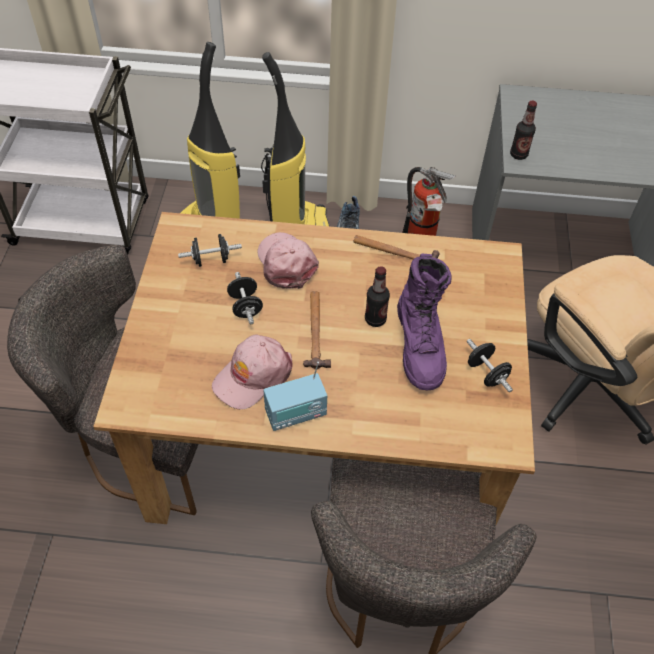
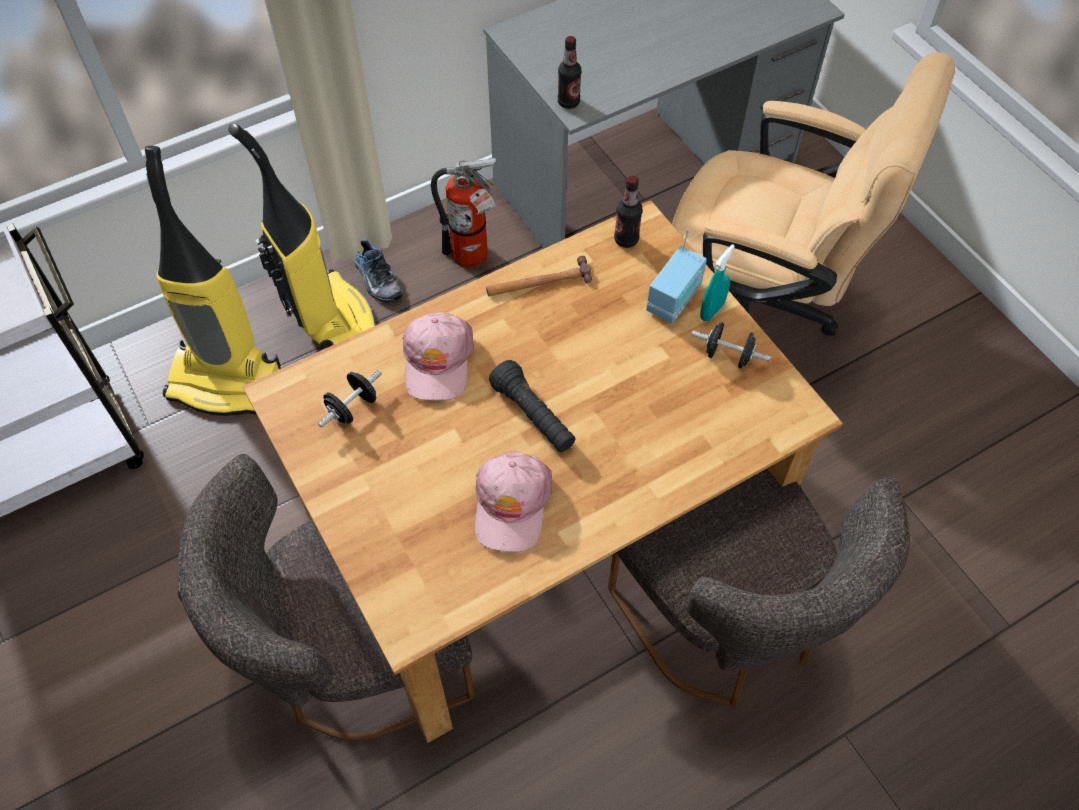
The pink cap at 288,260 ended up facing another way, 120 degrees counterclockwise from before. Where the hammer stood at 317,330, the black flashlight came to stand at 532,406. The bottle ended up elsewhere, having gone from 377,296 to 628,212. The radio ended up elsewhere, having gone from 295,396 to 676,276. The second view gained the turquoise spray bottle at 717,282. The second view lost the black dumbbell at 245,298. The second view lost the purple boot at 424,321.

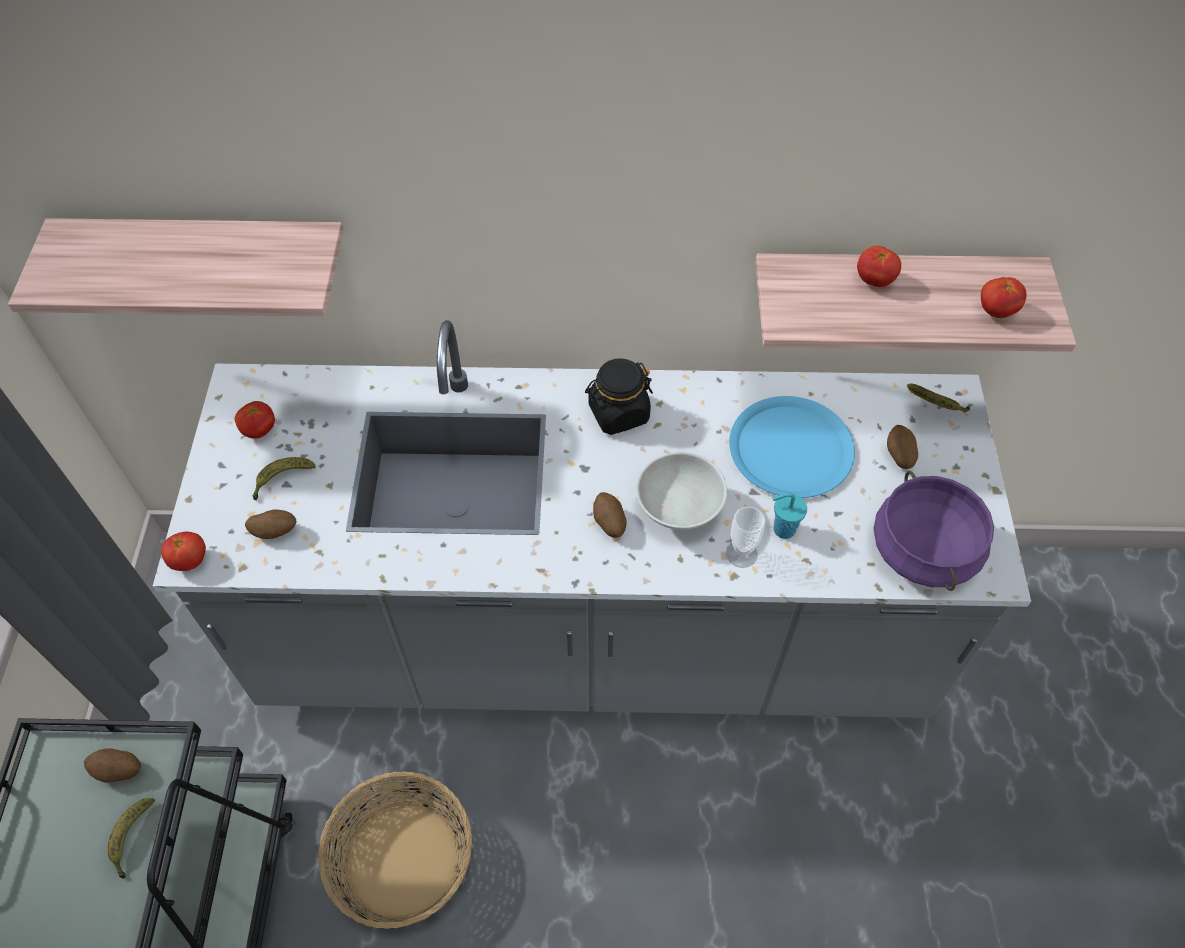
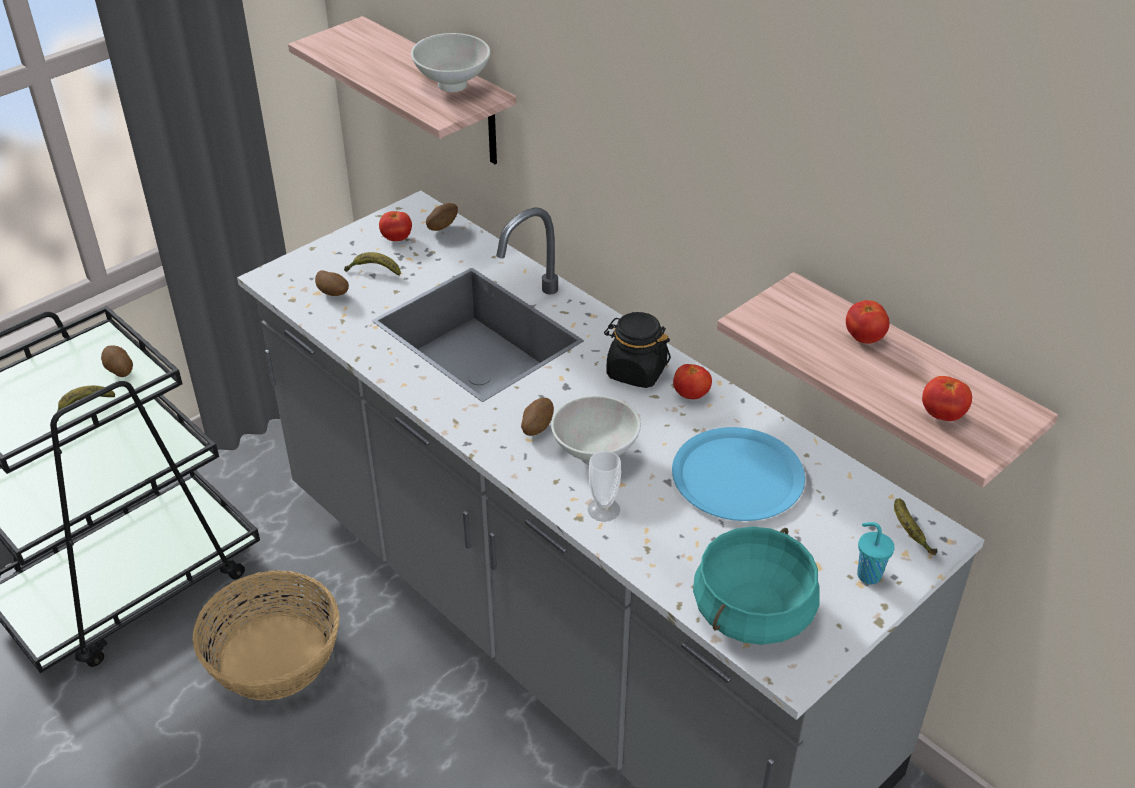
The second view gained the white bowl at 450,62. The potato ended up elsewhere, having gone from 902,447 to 442,217. The tomato ended up elsewhere, having gone from 183,551 to 692,381. What was the purple cooking pot at 933,531 turned into the turquoise cooking pot at 756,585. The turquoise cup ended up elsewhere, having gone from 790,516 to 876,553.

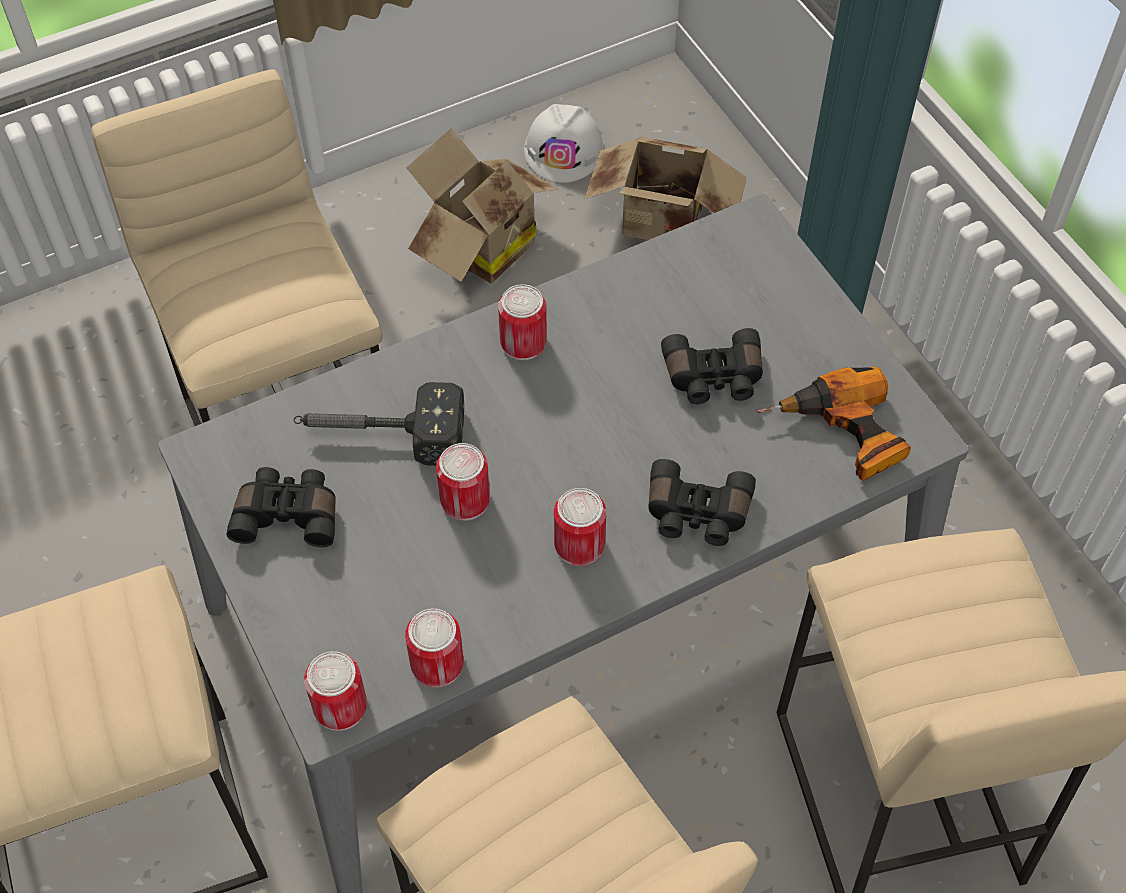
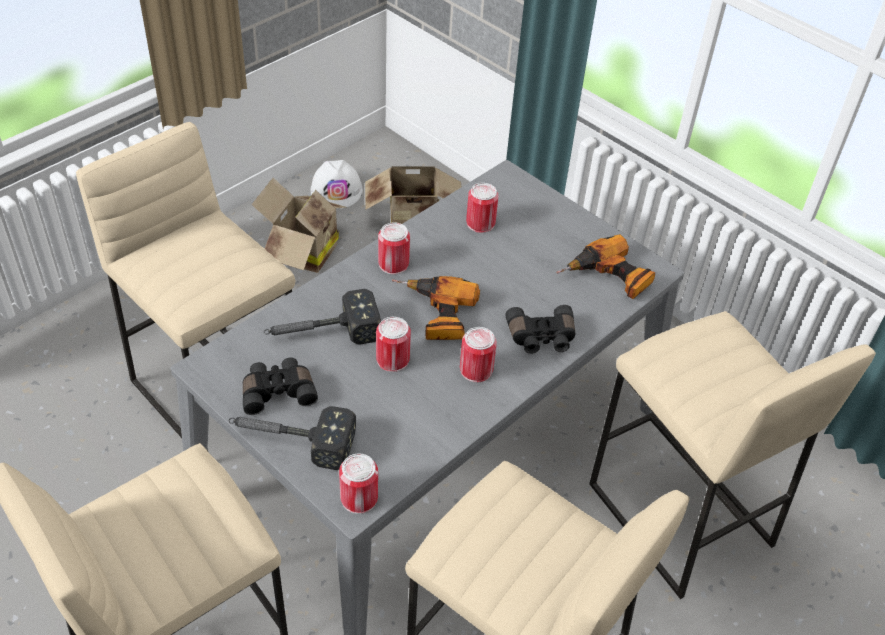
The second view gained the hammer at 292,438. The second view gained the power drill at 436,308. The can ended up elsewhere, having gone from 434,648 to 482,208. The second view lost the black binoculars at 712,366.

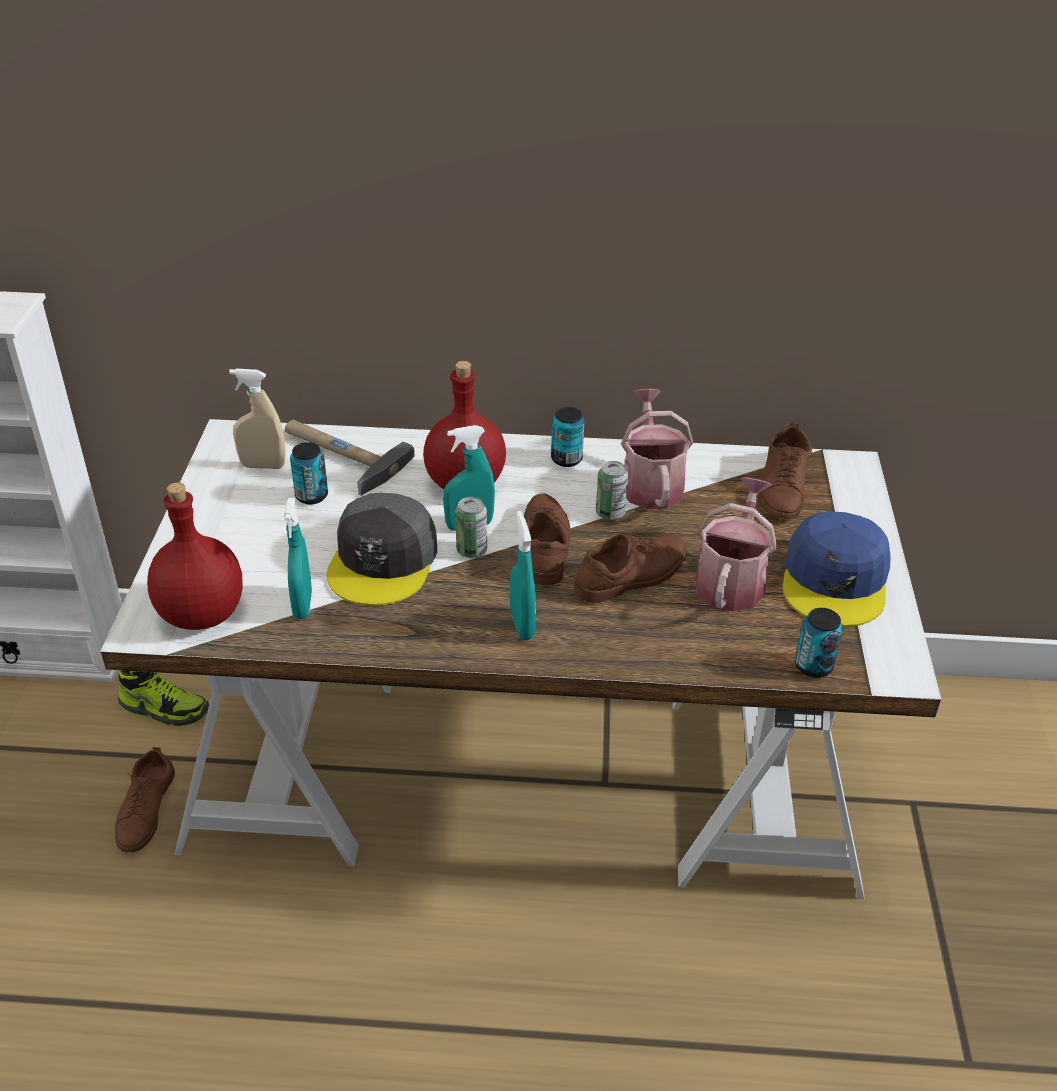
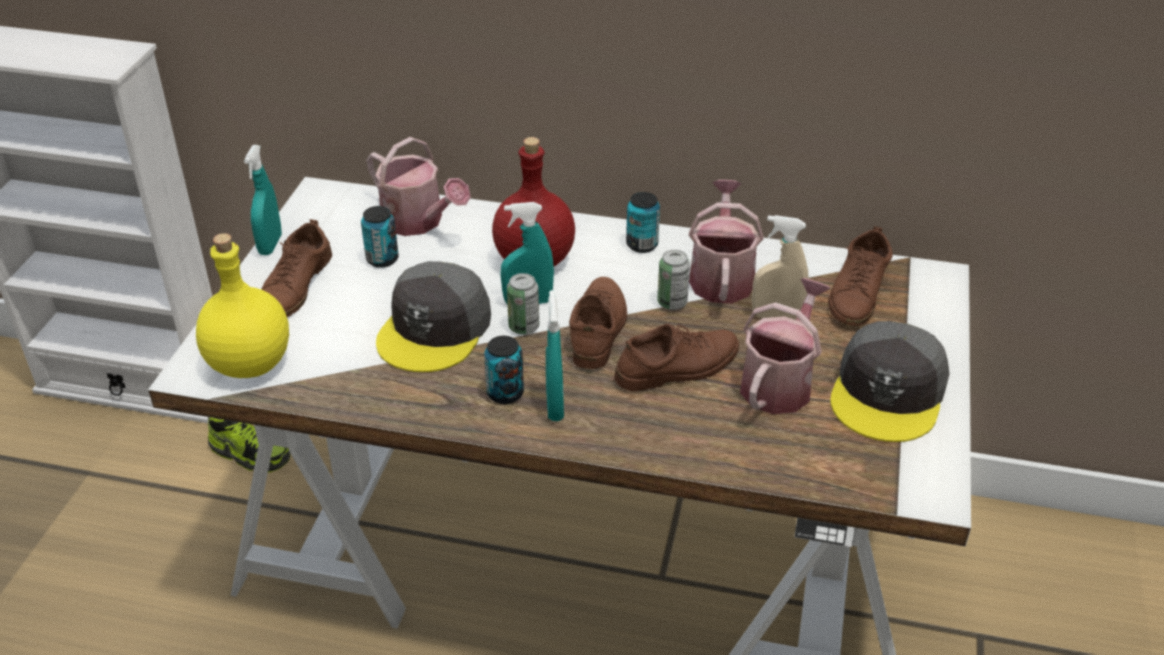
What was the red bottle at 195,556 turned into the yellow bottle at 242,305. The turquoise spray bottle ended up elsewhere, having gone from 298,558 to 263,200. The brown shoe ended up elsewhere, having gone from 145,799 to 296,268. Where the hammer stood at 350,458, the watering can came to stand at 418,186. The can ended up elsewhere, having gone from 819,643 to 504,370. The beige spray bottle ended up elsewhere, having gone from 257,418 to 780,267. What was the blue cap at 836,569 turned into the grey cap at 890,381.

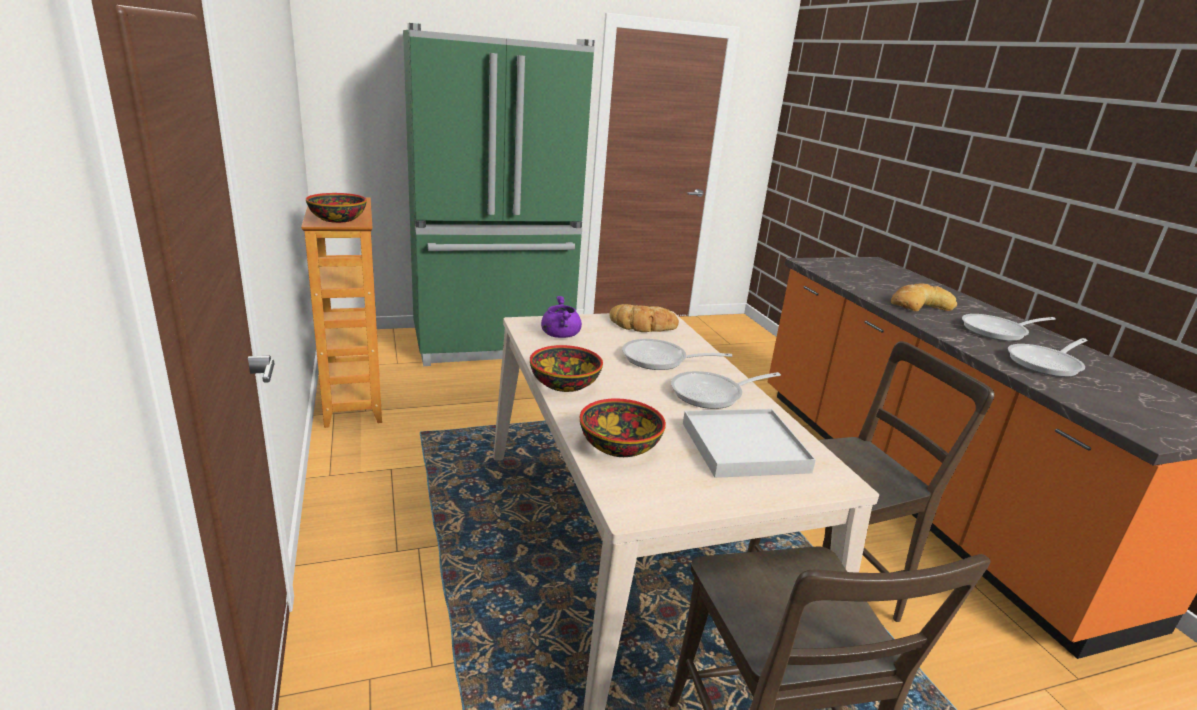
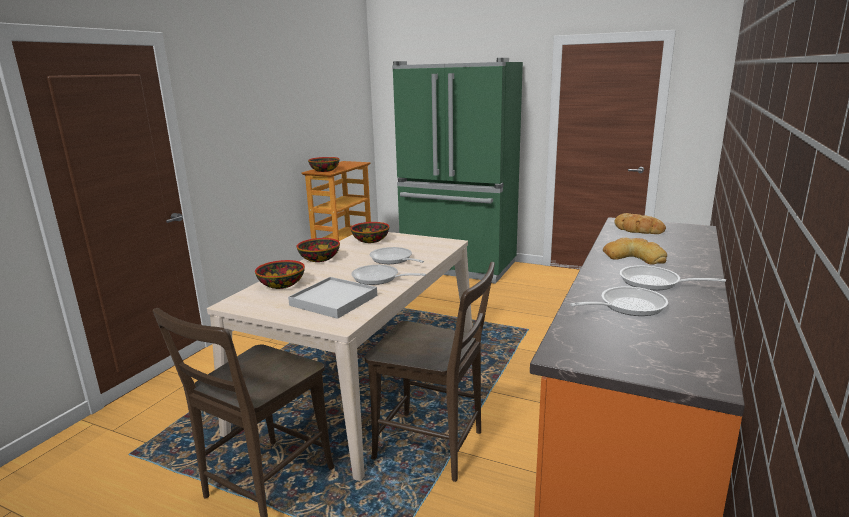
Where the purple cooking pot stood at 561,317, the bowl came to stand at 370,232. The frying pan at 1048,357 ended up facing another way, 150 degrees clockwise from before. The bread ended up elsewhere, having gone from 644,318 to 640,223.

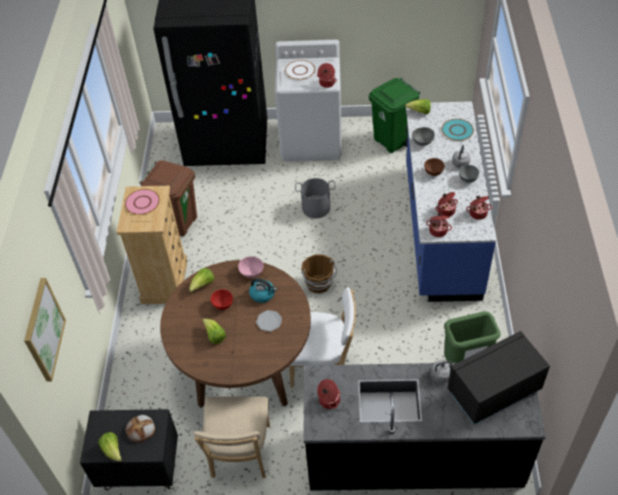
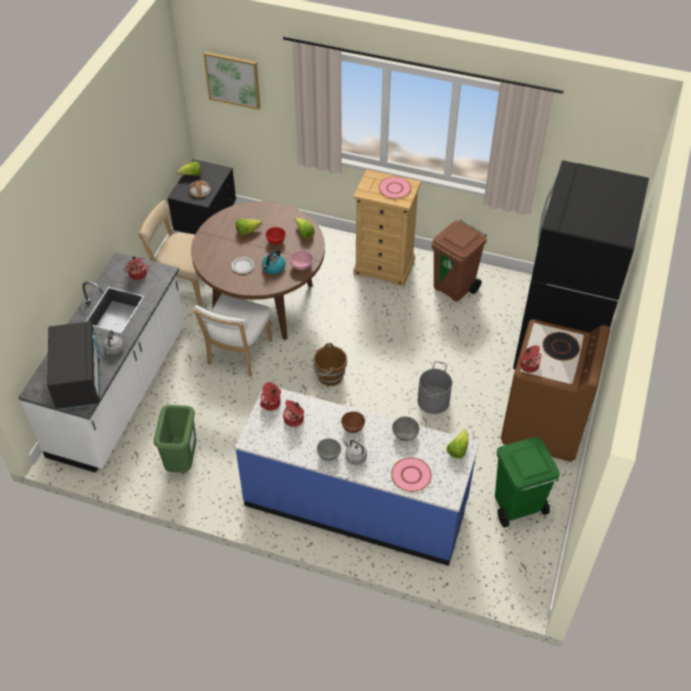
What was the black counter at 424,427 turned into the white counter at 101,362. What was the turquoise plate at 458,130 turned into the pink plate at 411,474. What was the white washing machine at 308,101 turned into the brown washing machine at 555,390. What was the white plate at 300,70 turned into the black plate at 561,346. The second view lost the cooking pot at 479,208.

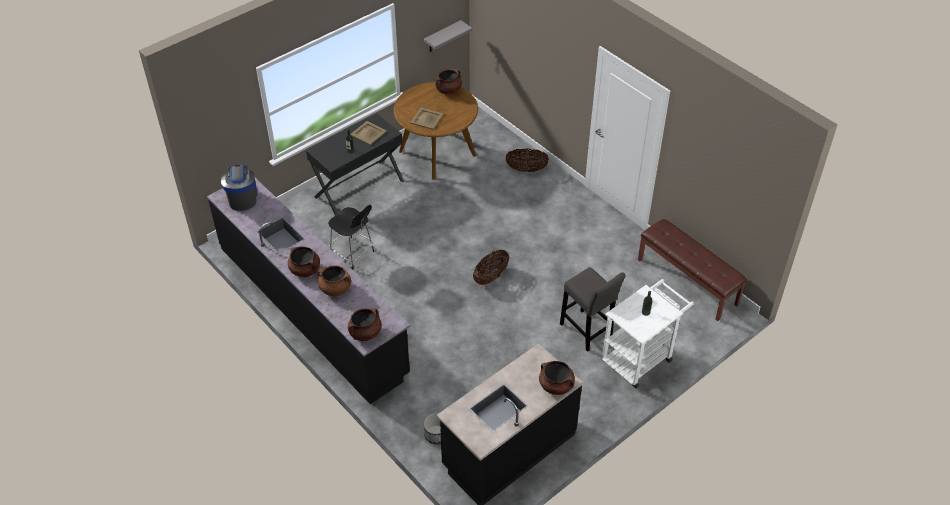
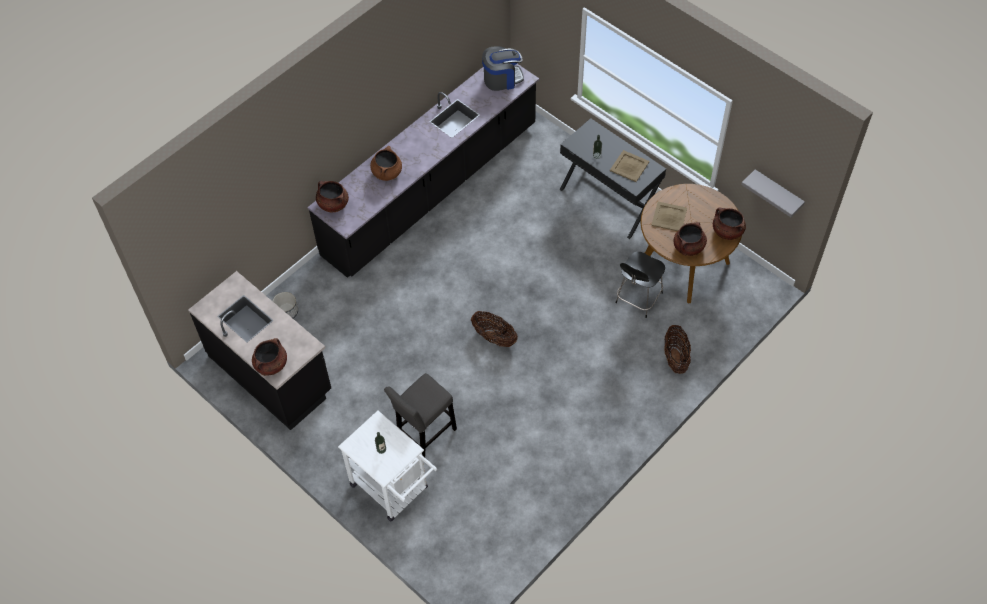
The black chair ended up elsewhere, having gone from 351,237 to 640,285. The brown cooking pot ended up elsewhere, having gone from 304,261 to 690,239. The second view lost the brown bench at 692,270.

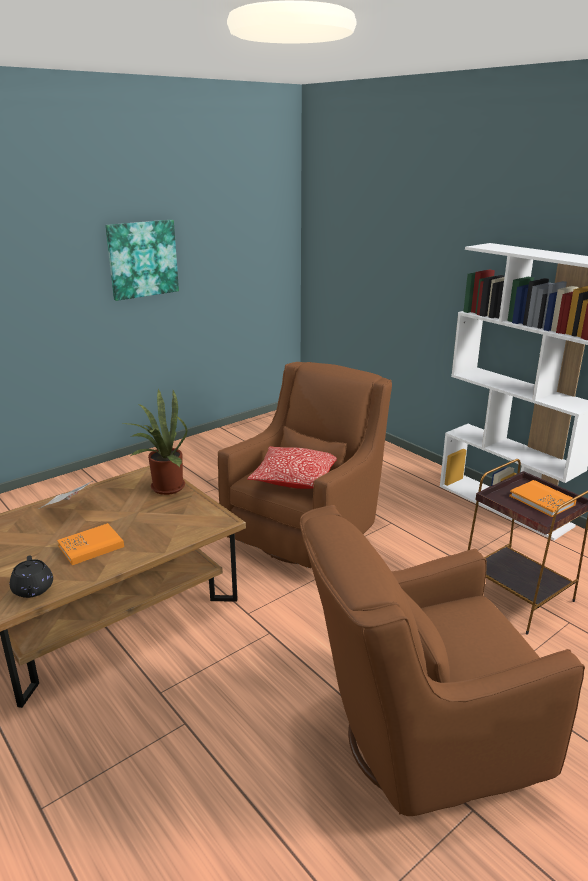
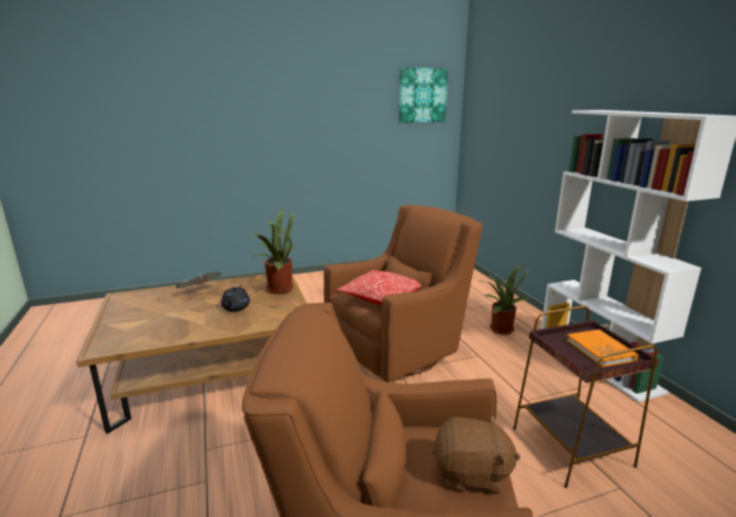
The black teapot ended up elsewhere, having gone from 31,576 to 235,299. The picture ended up elsewhere, having gone from 142,260 to 423,95. The second view gained the brown plush toy at 476,455. The second view gained the potted plant at 504,299. The second view lost the orange book at 90,544.

